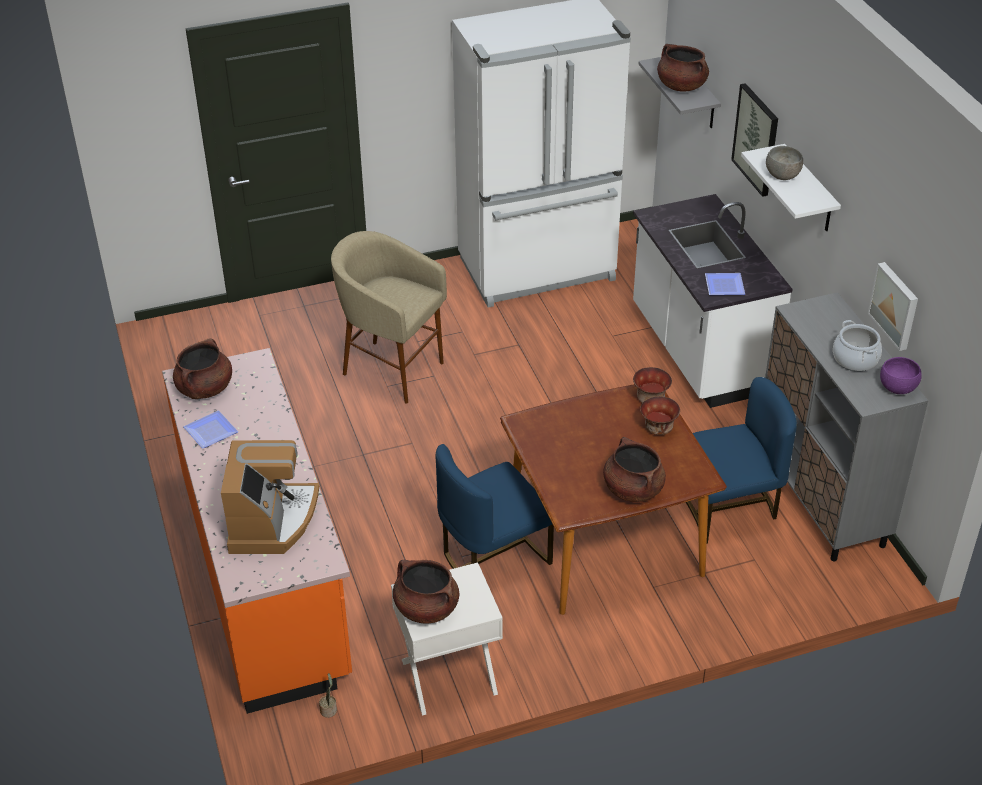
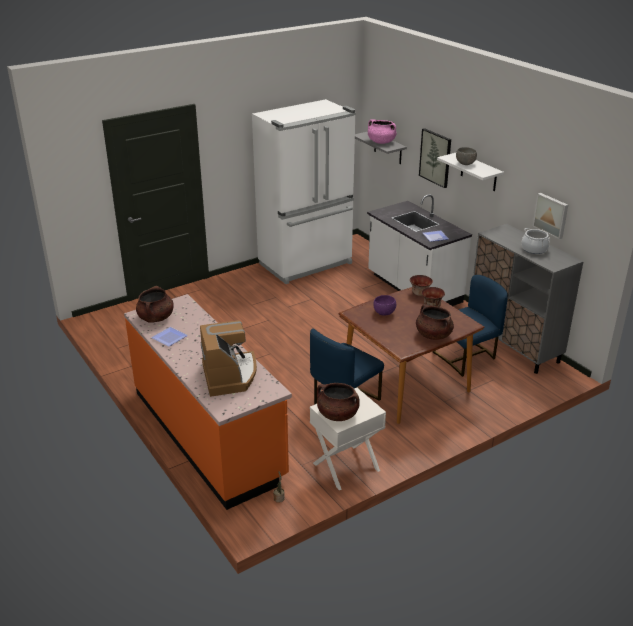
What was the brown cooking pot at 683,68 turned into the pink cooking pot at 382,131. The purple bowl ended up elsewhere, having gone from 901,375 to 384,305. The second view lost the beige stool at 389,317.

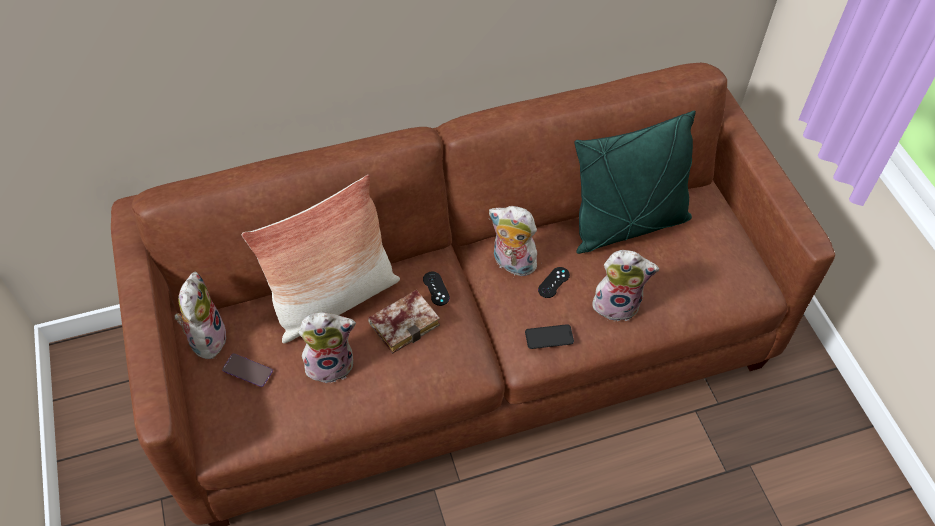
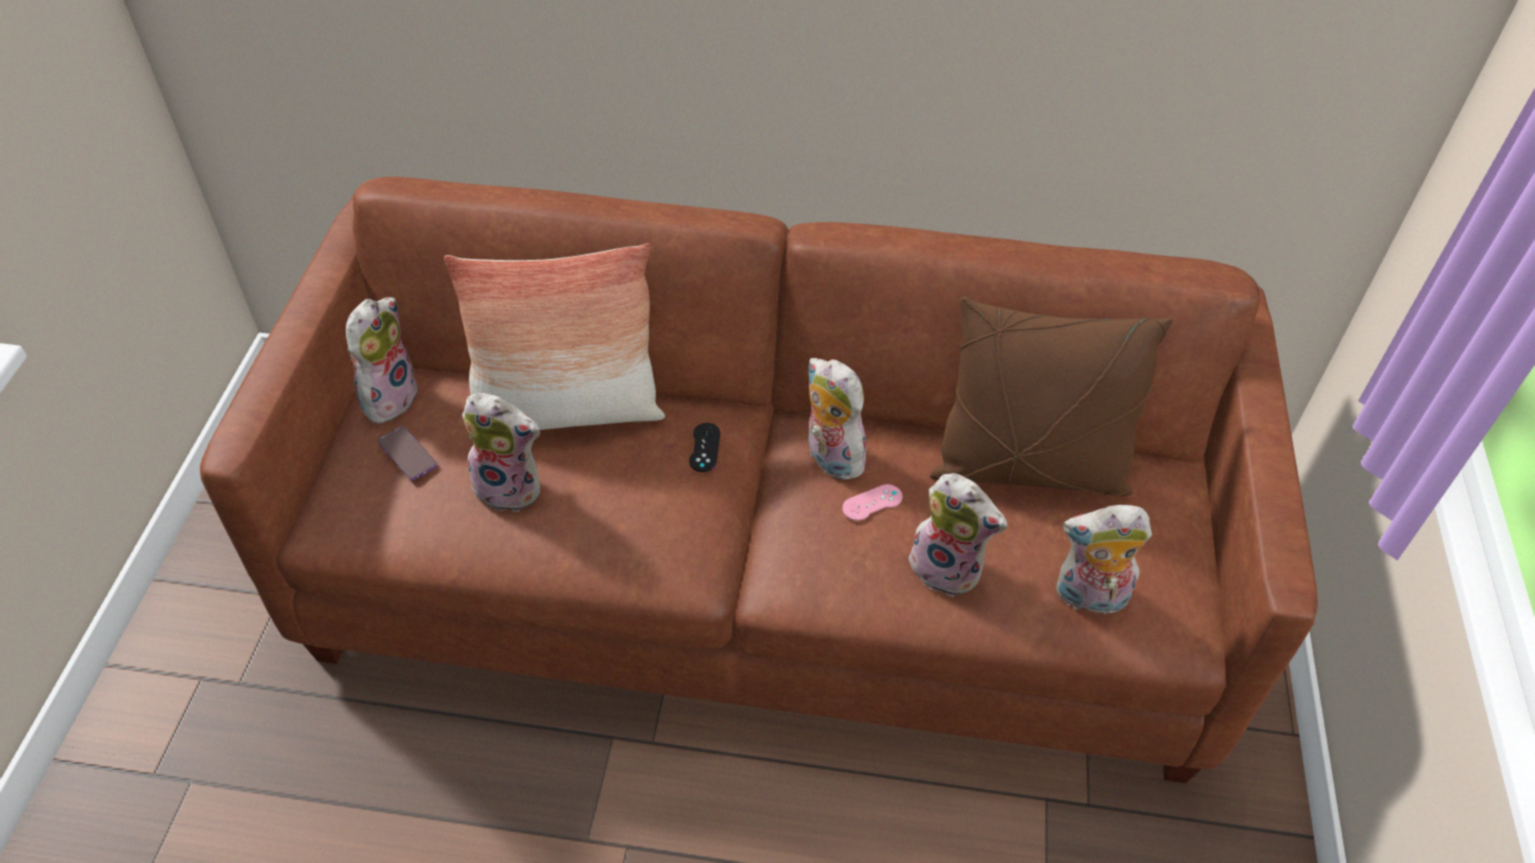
What was the black game controller at 554,282 turned into the pink game controller at 872,502. What was the green pillow at 635,182 turned into the brown pillow at 1051,396. The second view gained the plush toy at 1104,562. The second view lost the book at 404,322. The second view lost the phone at 549,336.

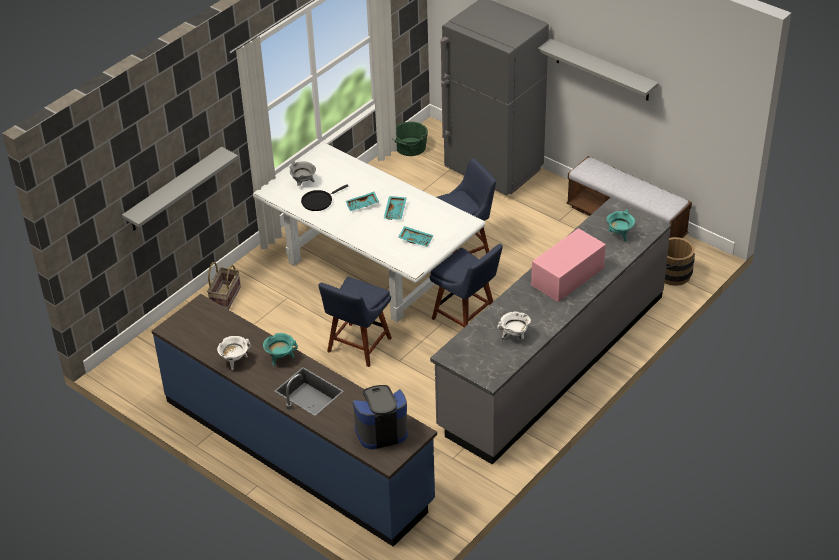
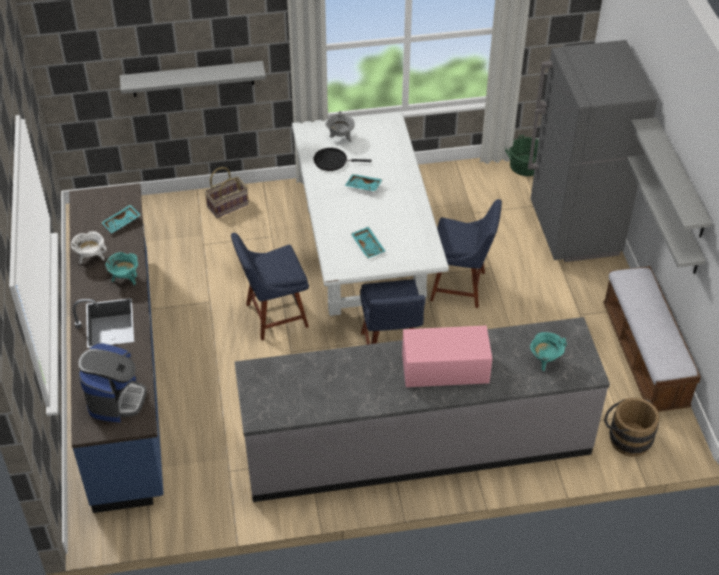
The coffee machine at 380,417 ended up facing another way, 75 degrees clockwise from before. The turquoise tray ended up elsewhere, having gone from 395,208 to 121,219. The second view gained the grey shelf at 666,214. The second view lost the white cooking pot at 514,325.

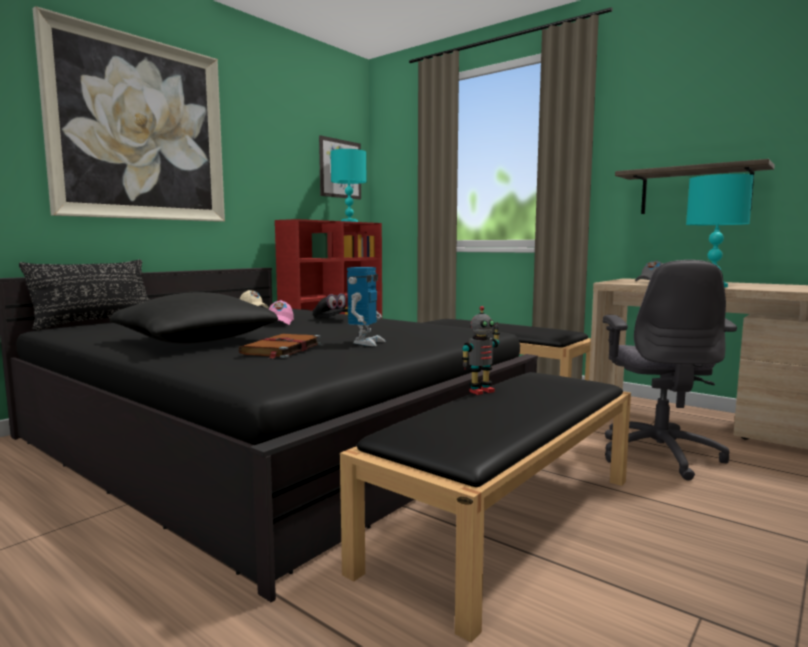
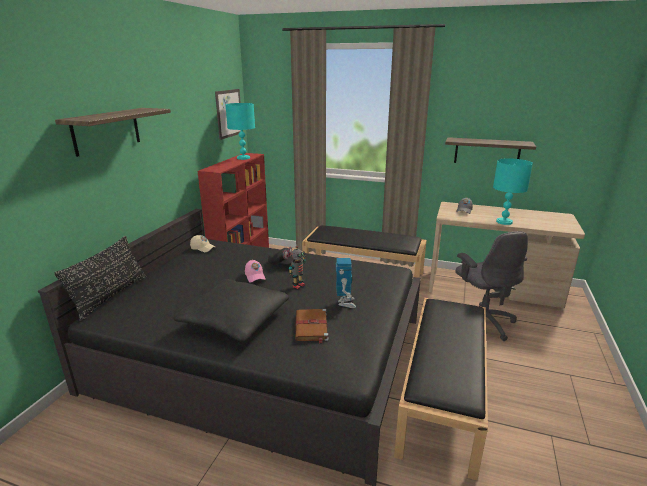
Where the picture hung at 128,114, the shelf came to hang at 113,132. The toy robot ended up elsewhere, having gone from 481,350 to 297,267.

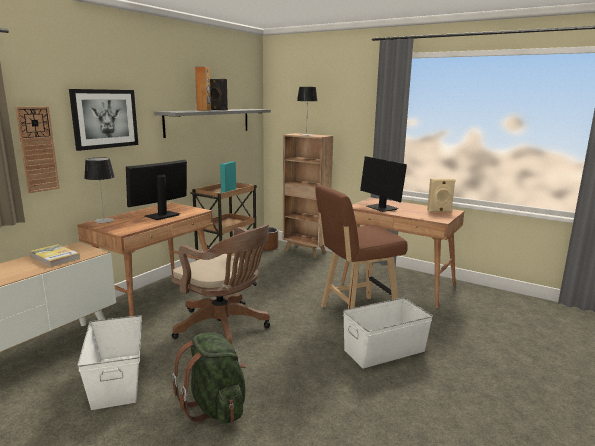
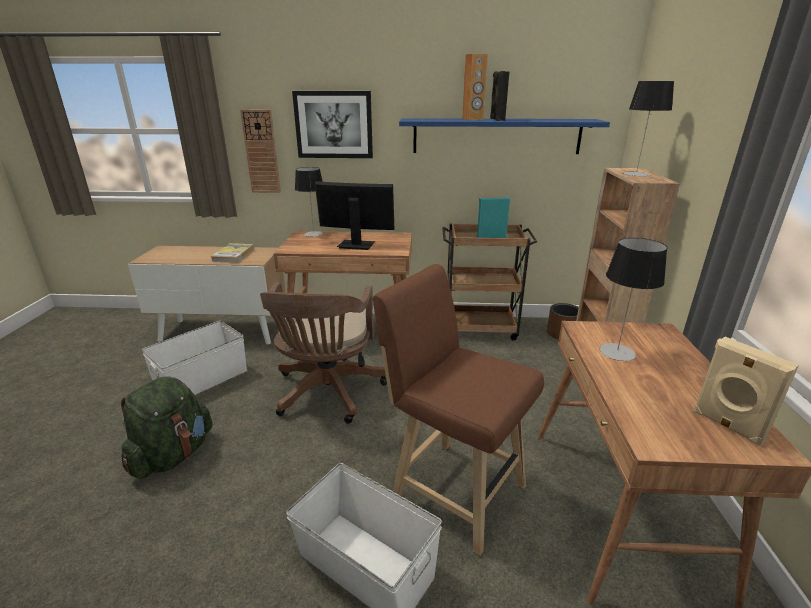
What was the grey shelf at 212,123 turned into the blue shelf at 504,136. Where the monitor stood at 383,184, the table lamp came to stand at 633,299.

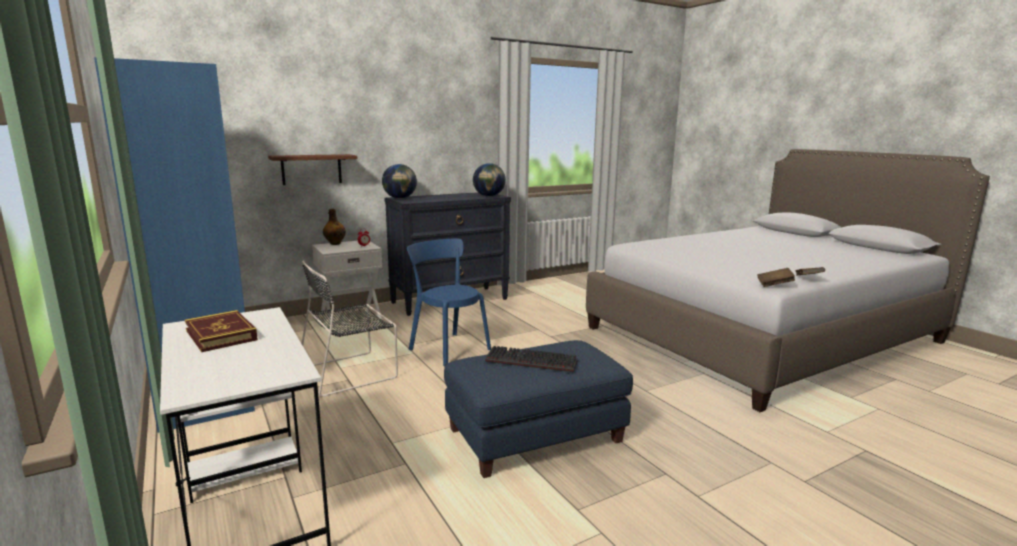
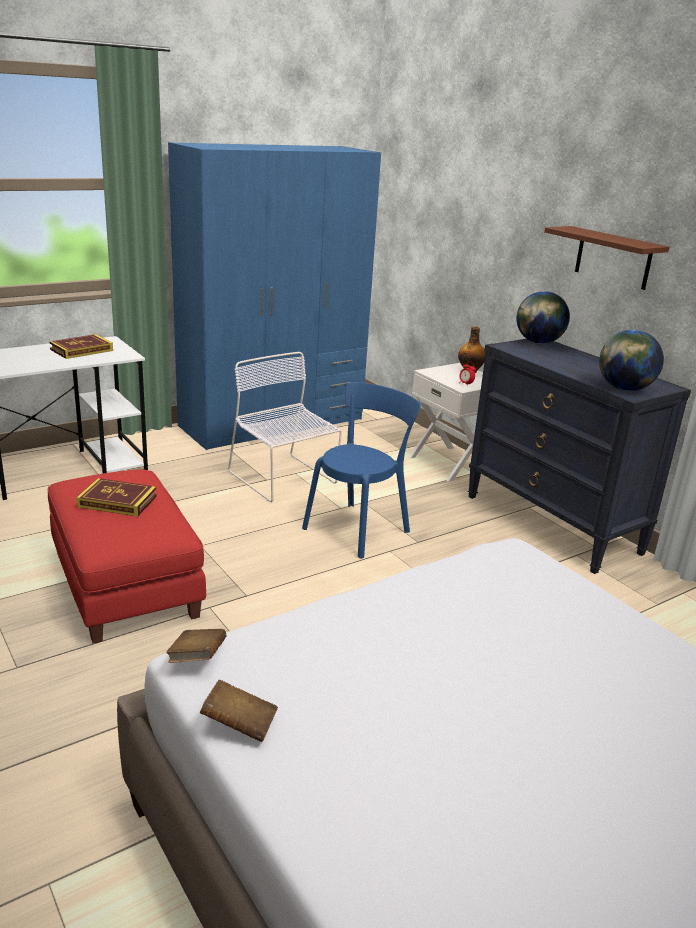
What was the blue ottoman at 538,409 turned into the red ottoman at 127,556. Where the keyboard stood at 531,359, the book came to stand at 116,497. What was the black chair at 350,328 turned into the white chair at 285,427. The brown shelf ended up elsewhere, having gone from 312,169 to 607,258.

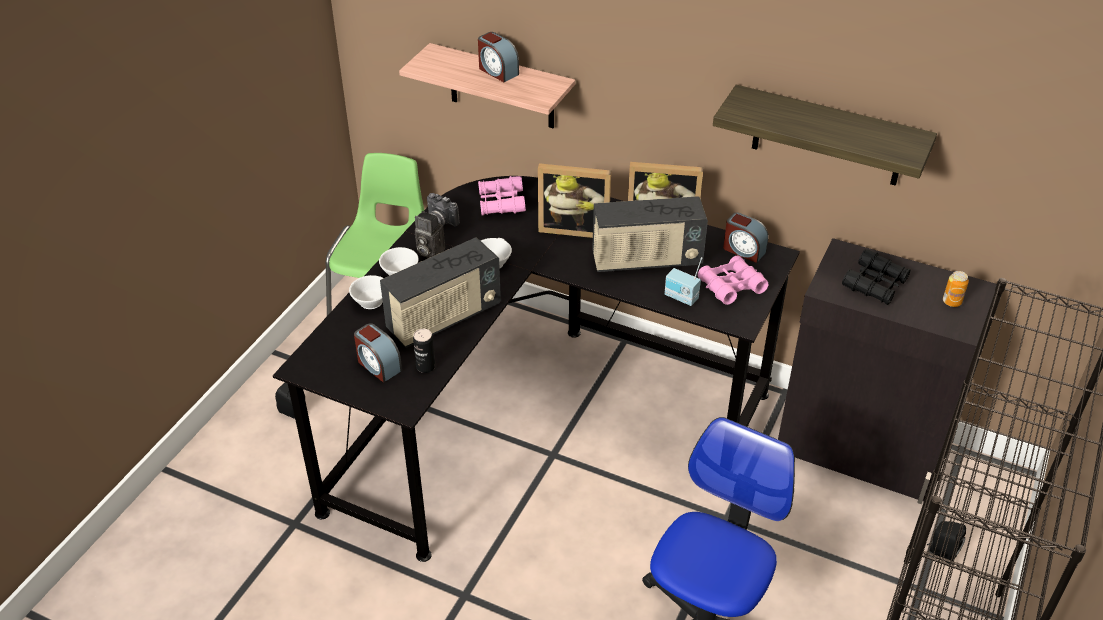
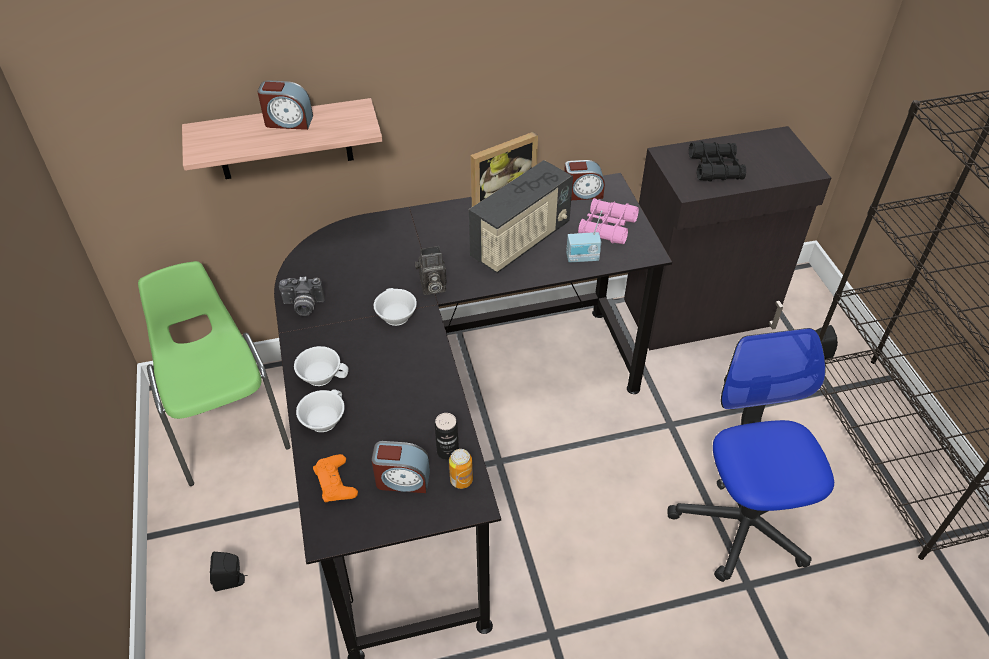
The second view gained the orange game controller at 335,478. The photo camera ended up elsewhere, having gone from 430,234 to 431,270. The can ended up elsewhere, having gone from 956,289 to 461,469. The second view lost the radio at 440,292. The second view lost the pink binoculars at 502,195. The second view lost the picture frame at 574,200. The second view lost the shelf at 825,135.

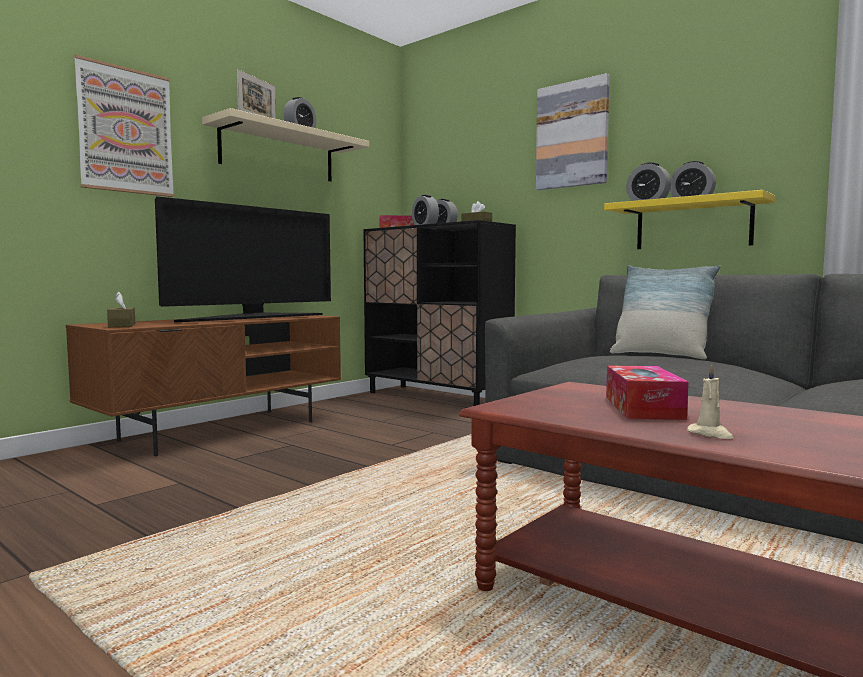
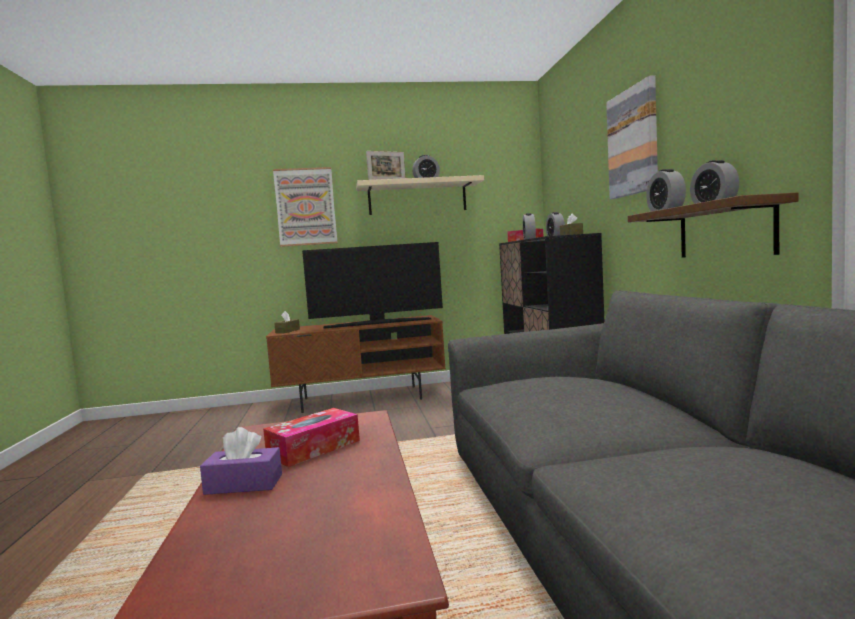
Where the beige candle stood at 710,401, the purple tissue box came to stand at 241,461. What was the yellow shelf at 690,219 turned into the brown shelf at 713,225. The second view lost the pillow at 665,312.

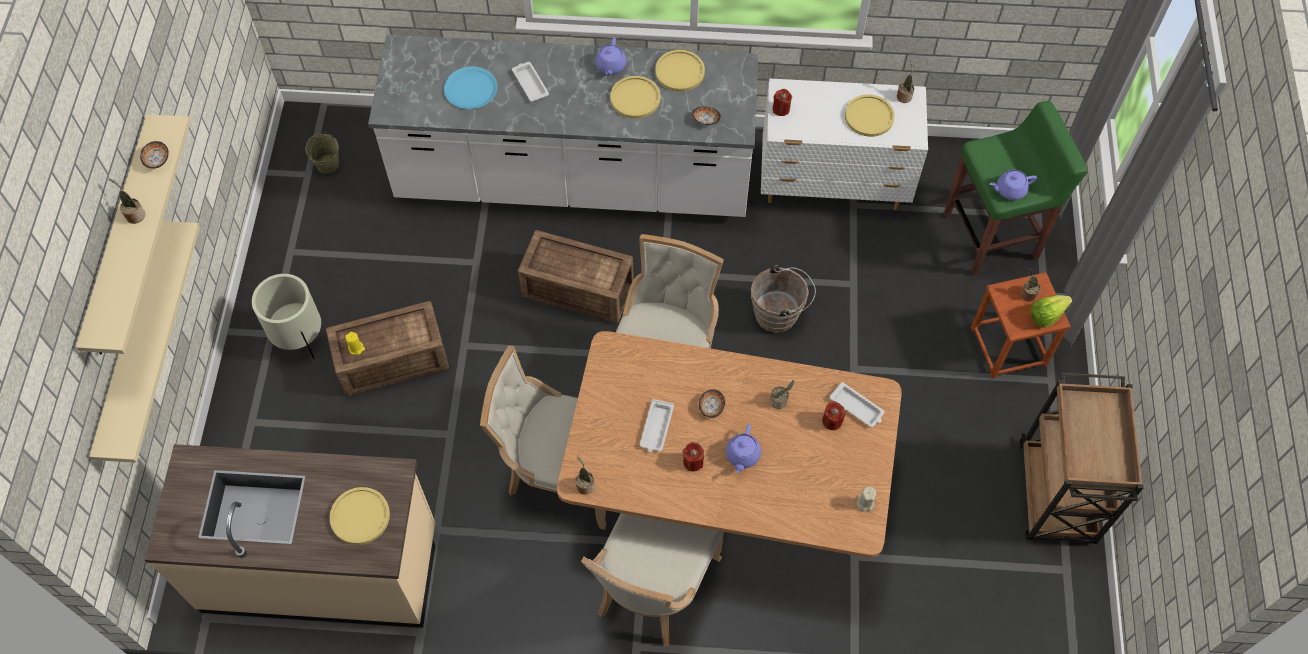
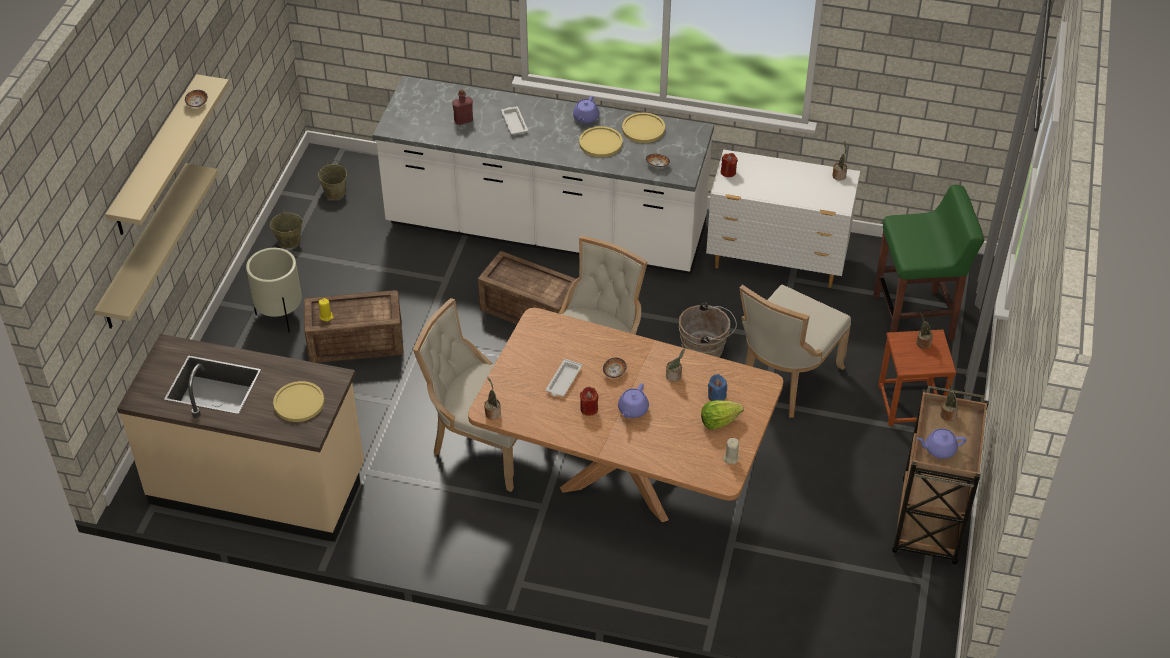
The second view gained the beige bucket at 286,228. Where the blue plate stood at 471,87, the red bottle came to stand at 462,107. The lettuce ended up elsewhere, having gone from 1051,311 to 722,415. What was the red candle at 834,415 turned into the blue candle at 717,387. The beige chair ended up elsewhere, having gone from 652,579 to 795,350. The purple teapot ended up elsewhere, having gone from 1013,185 to 942,443. The potted plant ended up elsewhere, having gone from 127,201 to 950,400. The second view lost the white tray at 857,404. The second view lost the yellow plate at 870,115.

